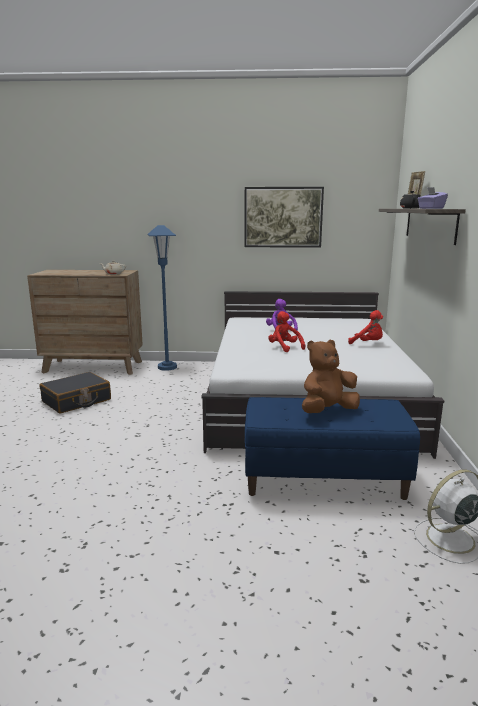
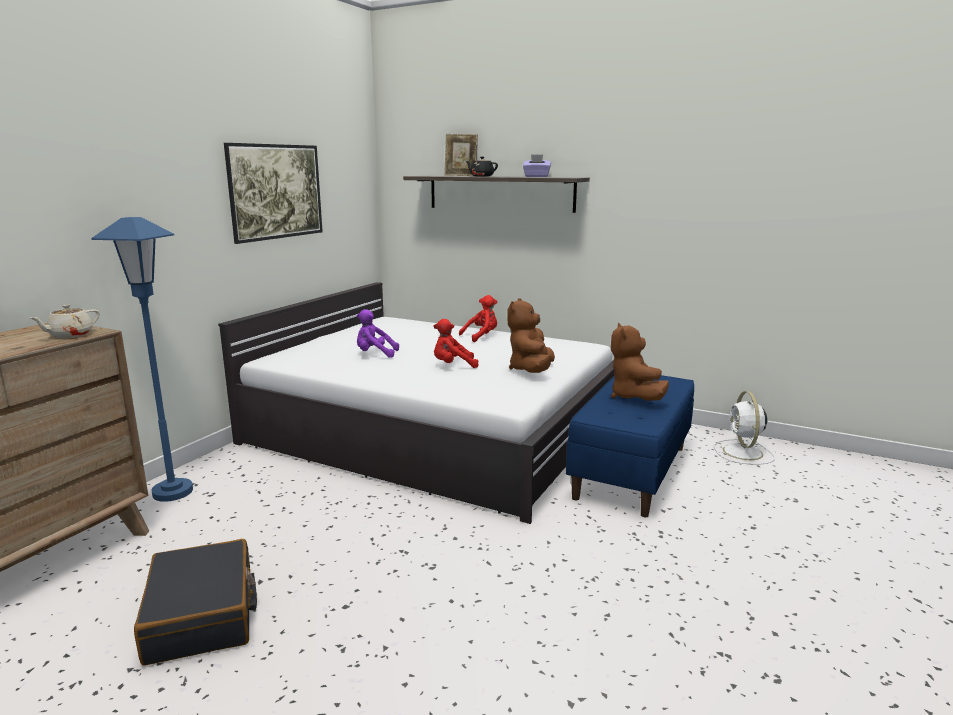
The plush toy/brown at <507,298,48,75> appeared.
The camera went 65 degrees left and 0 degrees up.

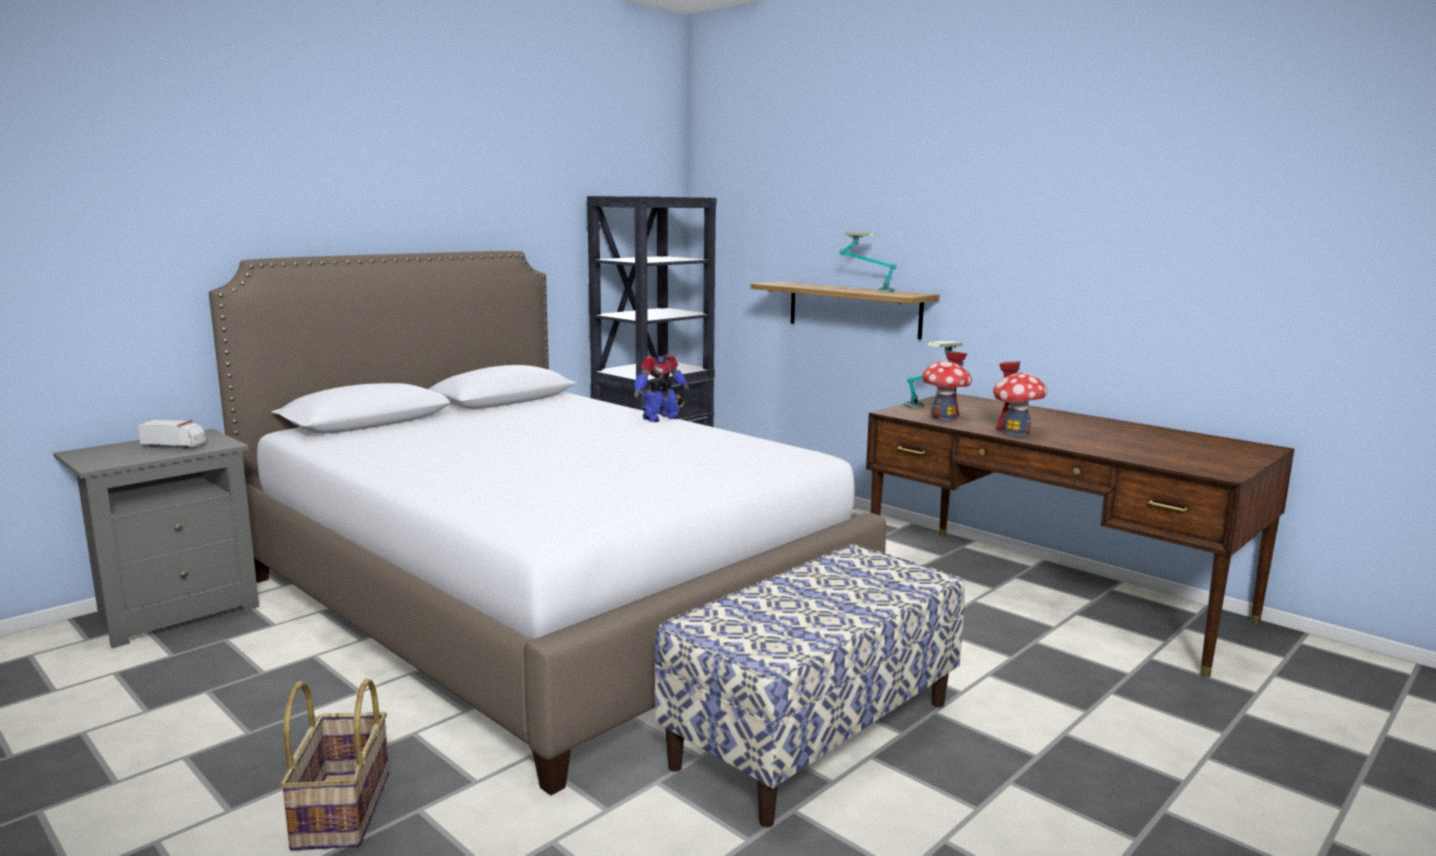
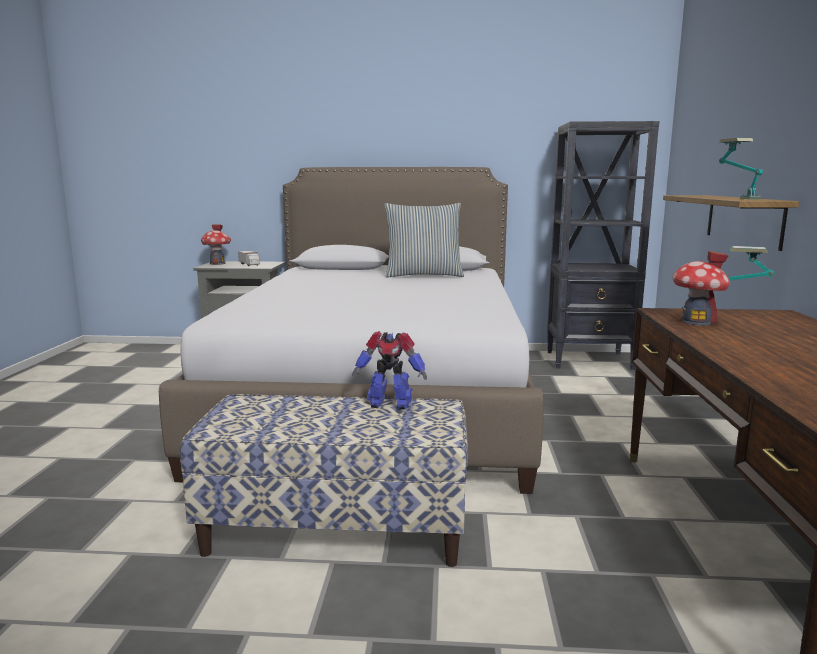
The basket at <280,678,109,173> disappeared.
The pillow at <385,203,79,74> appeared.
The toy robot moved from <634,355,55,67> to <352,331,75,79>.
The toy house moved from <993,361,55,75> to <201,225,30,40>.
The camera went 50 degrees right and 0 degrees up.

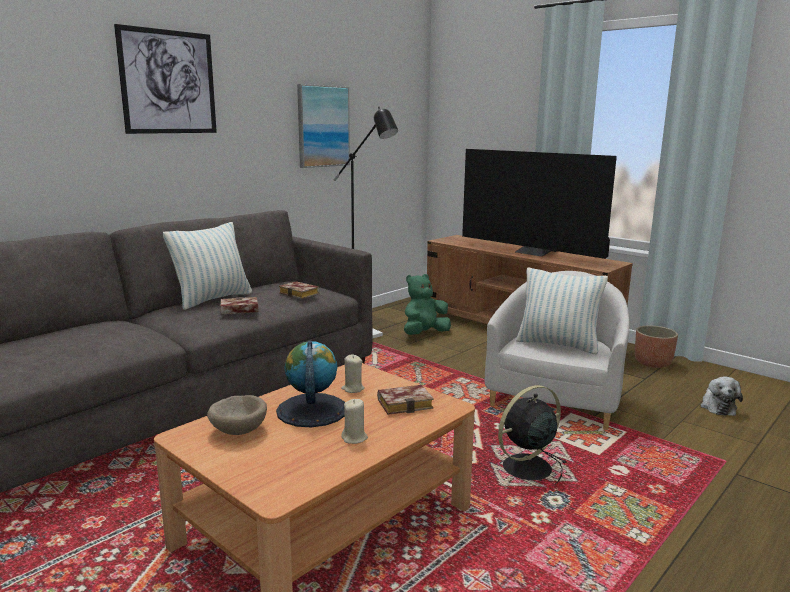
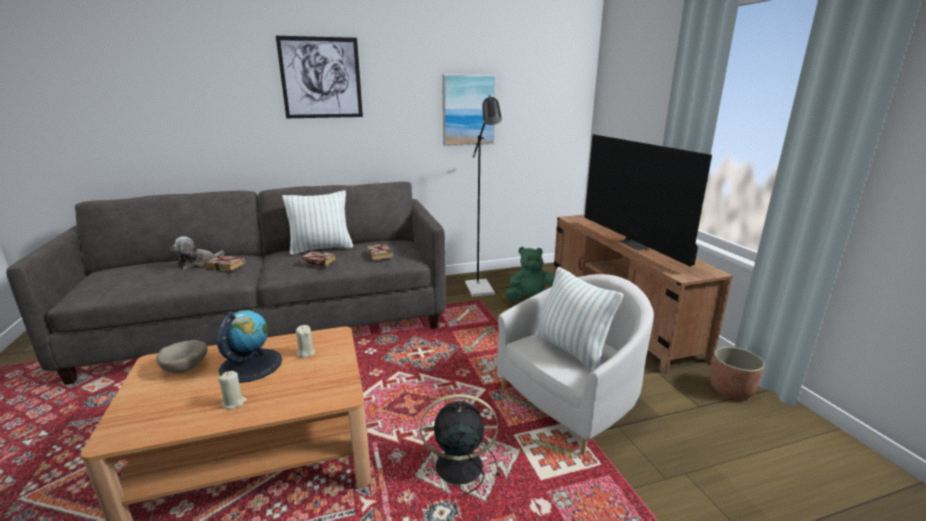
The book moved from <377,385,57,30> to <205,255,40,16>.
The plush toy moved from <700,376,43,40> to <172,236,52,34>.
The camera went 30 degrees right and 5 degrees up.

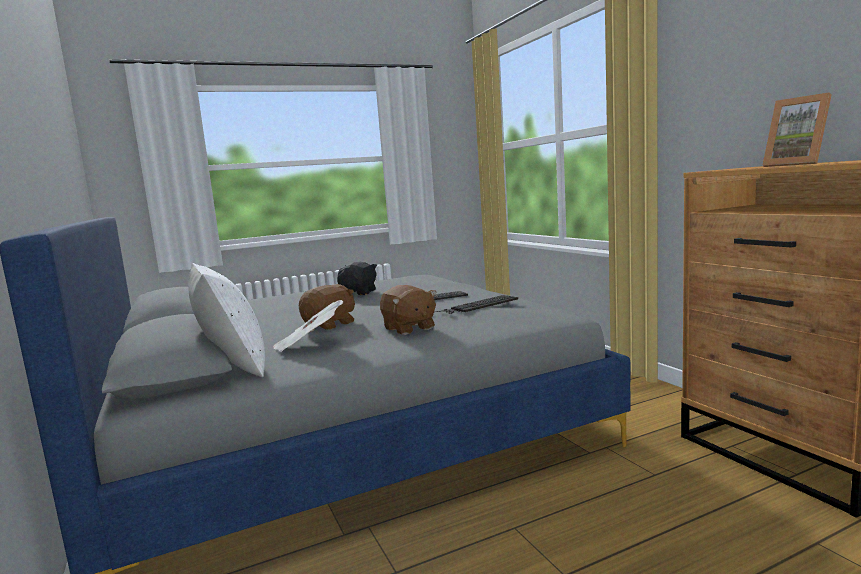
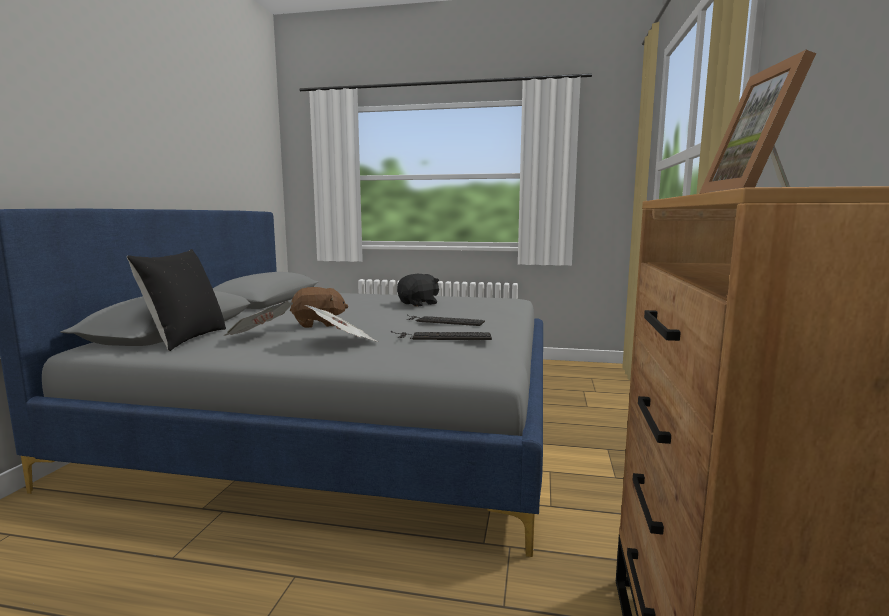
The plush toy/brown at <380,285,57,50> was replaced by the newspaper at <305,305,74,37>.
The pillow/white at <189,263,76,114> became the pillow/black at <127,249,99,102>.
The camera went 35 degrees right and 0 degrees up.

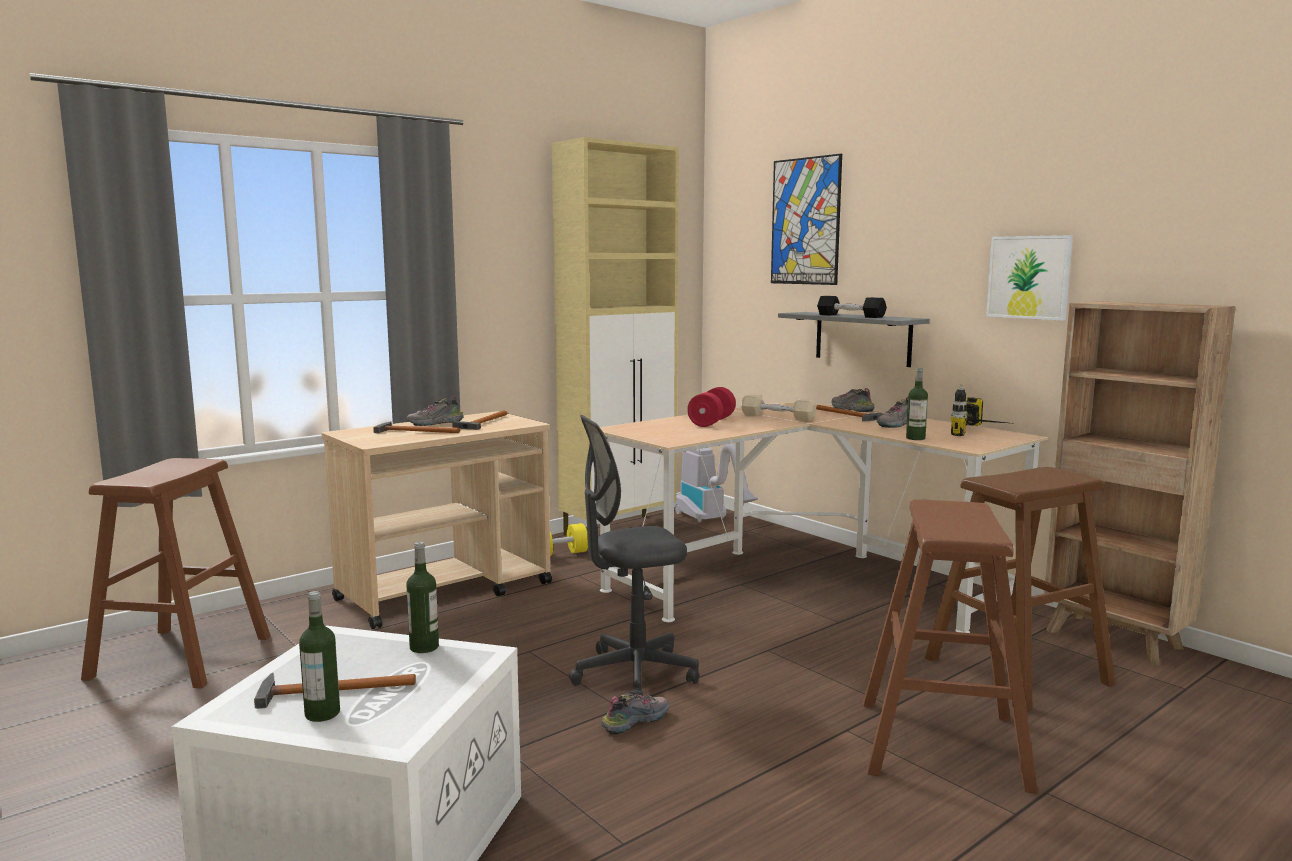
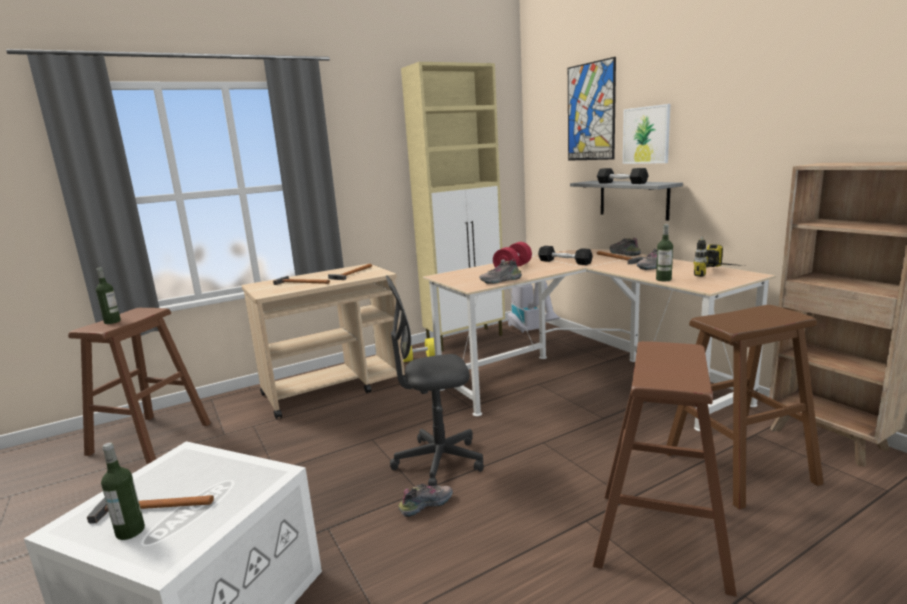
The bottle moved from <406,542,33,111> to <96,268,25,56>.
The shoe moved from <407,396,56,30> to <479,259,43,25>.
The picture moved from <986,235,87,86> to <623,104,47,60>.
The dumbbell/beige at <741,394,75,27> became the dumbbell/black at <538,246,55,19>.
The camera went 10 degrees right and 5 degrees up.

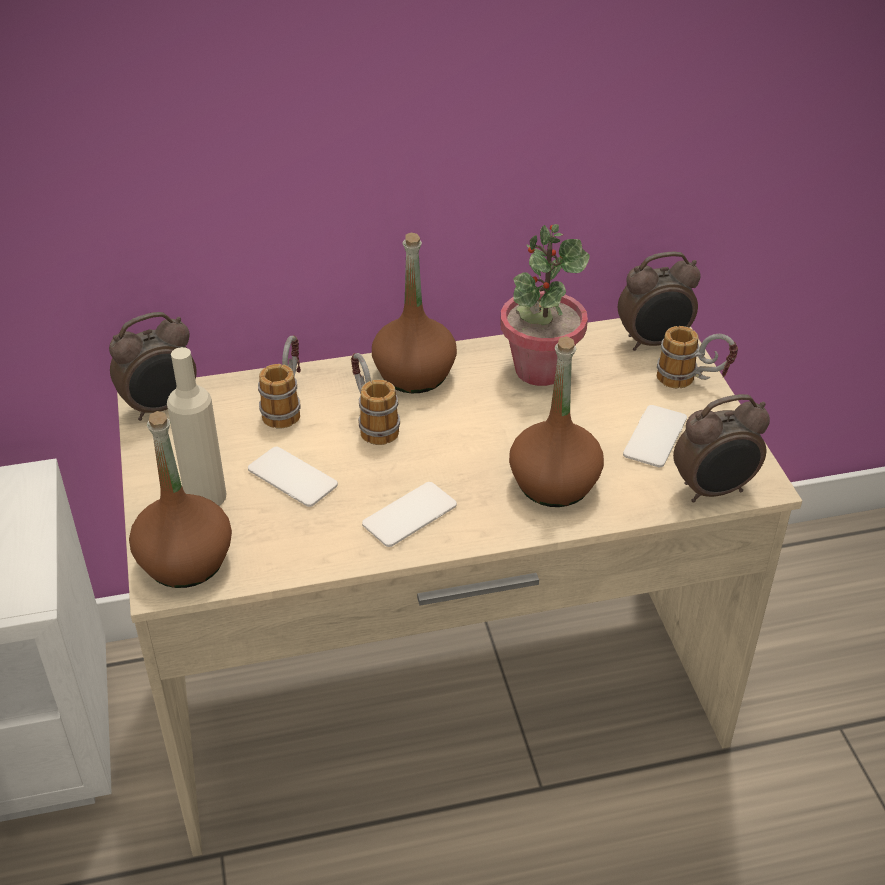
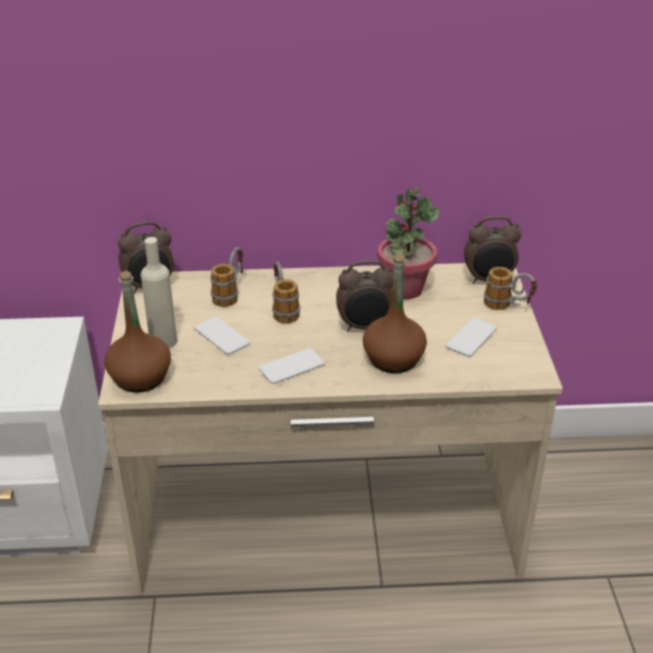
The bottle/brown at <372,232,85,161> disappeared.
The alarm clock moved from <673,394,97,109> to <336,260,57,72>.
The camera went 10 degrees right and 5 degrees down.

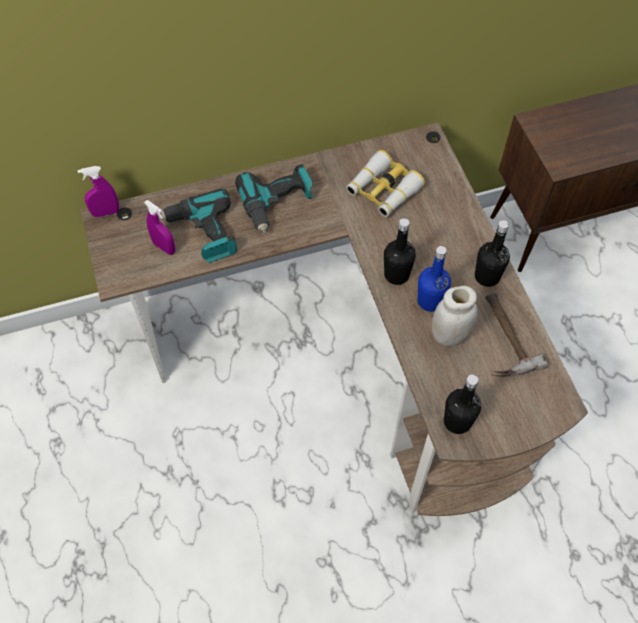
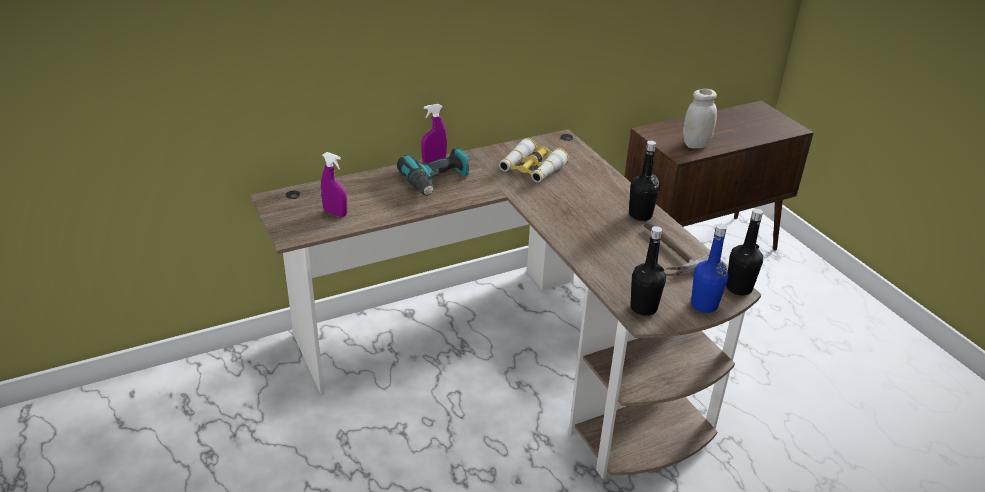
The power drill at <159,189,78,74> disappeared.
The spray bottle/purple moved from <77,166,42,51> to <421,104,26,59>.
The bottle/black moved from <384,218,32,67> to <726,208,37,88>.
The bottle/blue moved from <418,246,33,66> to <691,224,37,89>.
The jar/white moved from <432,286,45,60> to <683,89,34,59>.
The camera went 10 degrees left and 25 degrees down.

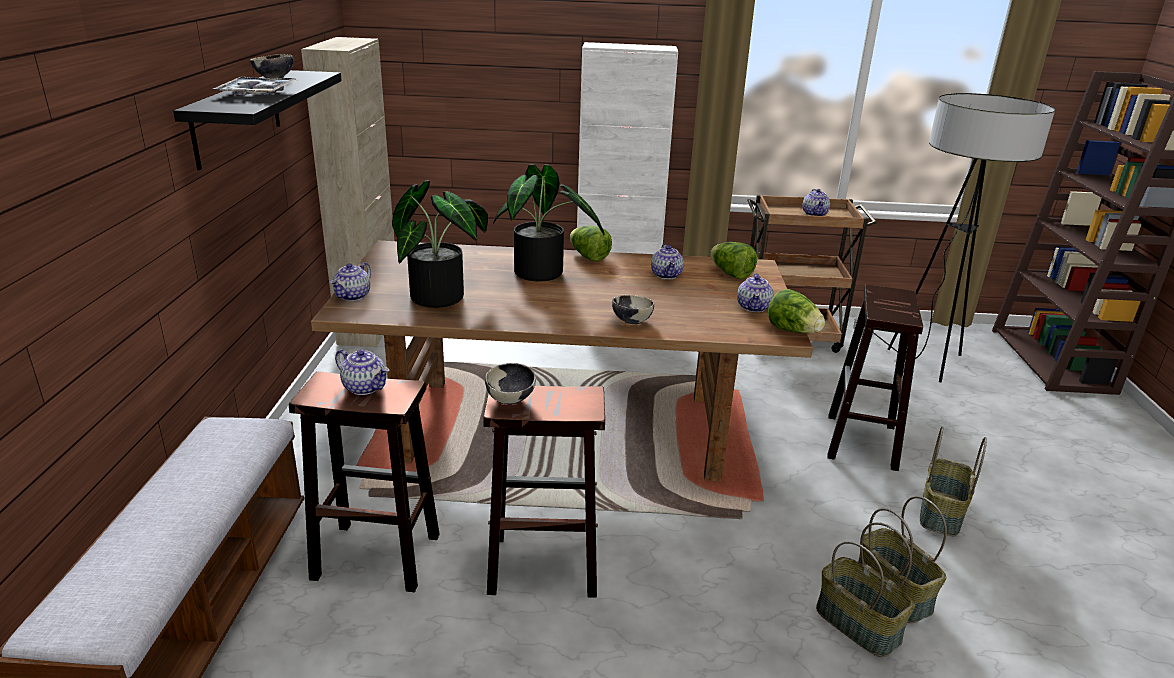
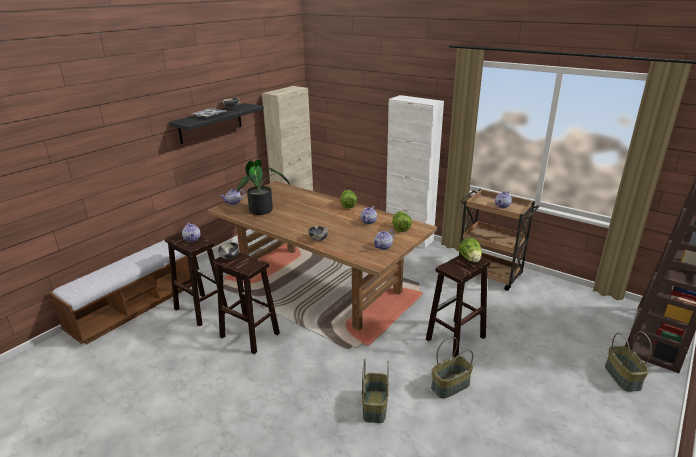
The potted plant at <493,164,111,117> disappeared.
The floor lamp at <853,93,202,289> disappeared.
The lettuce moved from <768,289,57,44> to <459,238,23,24>.
The basket moved from <816,522,99,135> to <605,331,47,61>.
The camera went 35 degrees right and 0 degrees up.

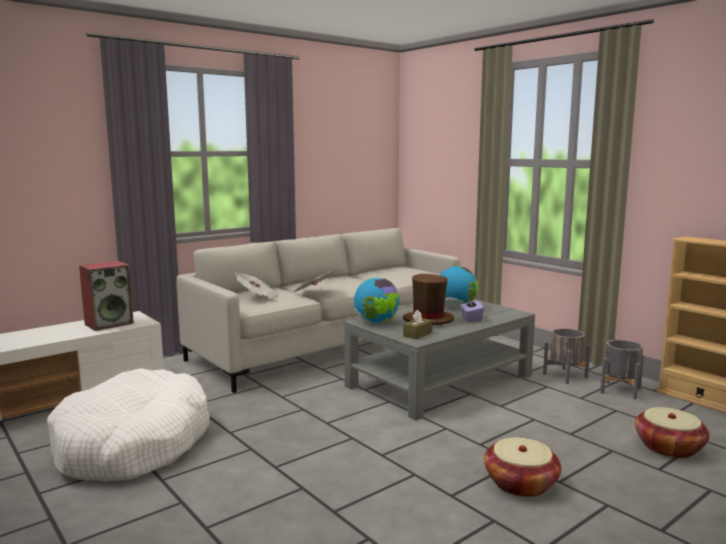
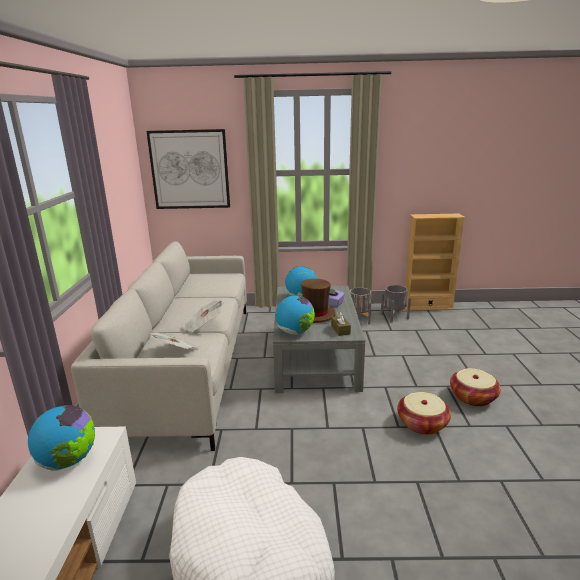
The picture at <147,129,83,80> appeared.
The basket moved from <635,407,74,51> to <397,392,54,43>.
The speaker at <79,261,55,70> was replaced by the globe at <28,405,67,66>.
The camera went 50 degrees left and 10 degrees up.

